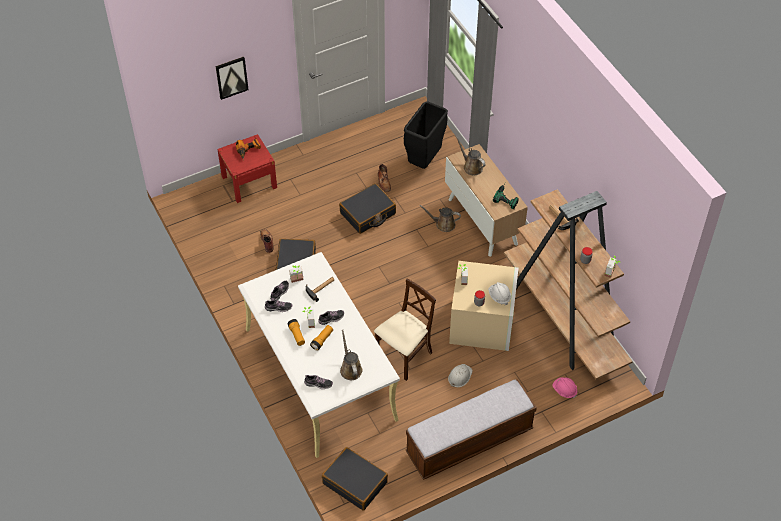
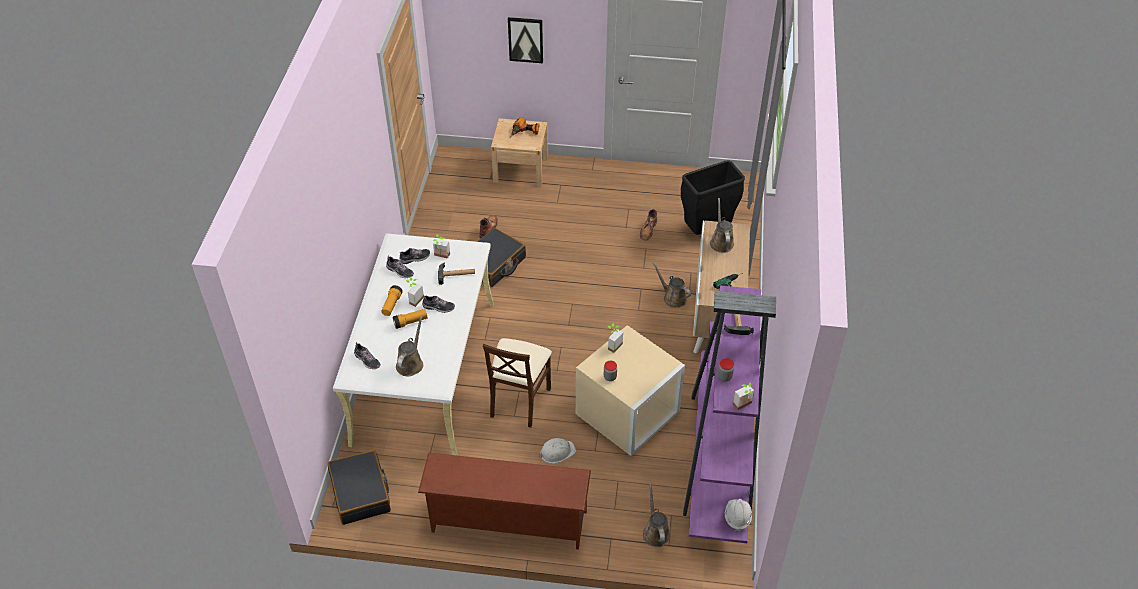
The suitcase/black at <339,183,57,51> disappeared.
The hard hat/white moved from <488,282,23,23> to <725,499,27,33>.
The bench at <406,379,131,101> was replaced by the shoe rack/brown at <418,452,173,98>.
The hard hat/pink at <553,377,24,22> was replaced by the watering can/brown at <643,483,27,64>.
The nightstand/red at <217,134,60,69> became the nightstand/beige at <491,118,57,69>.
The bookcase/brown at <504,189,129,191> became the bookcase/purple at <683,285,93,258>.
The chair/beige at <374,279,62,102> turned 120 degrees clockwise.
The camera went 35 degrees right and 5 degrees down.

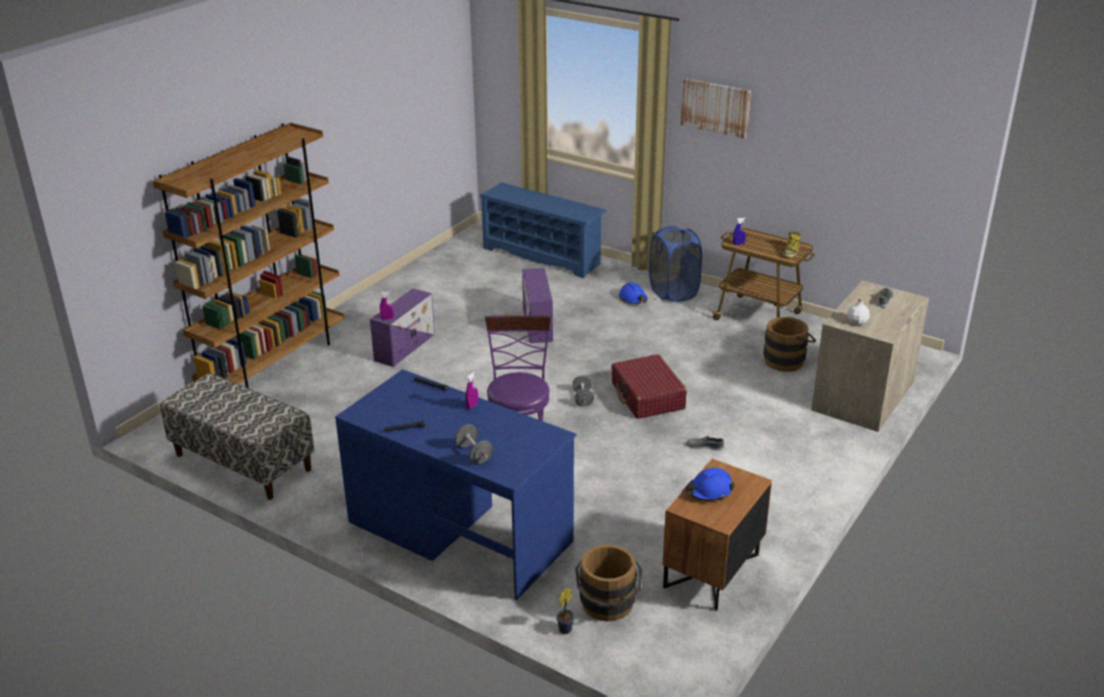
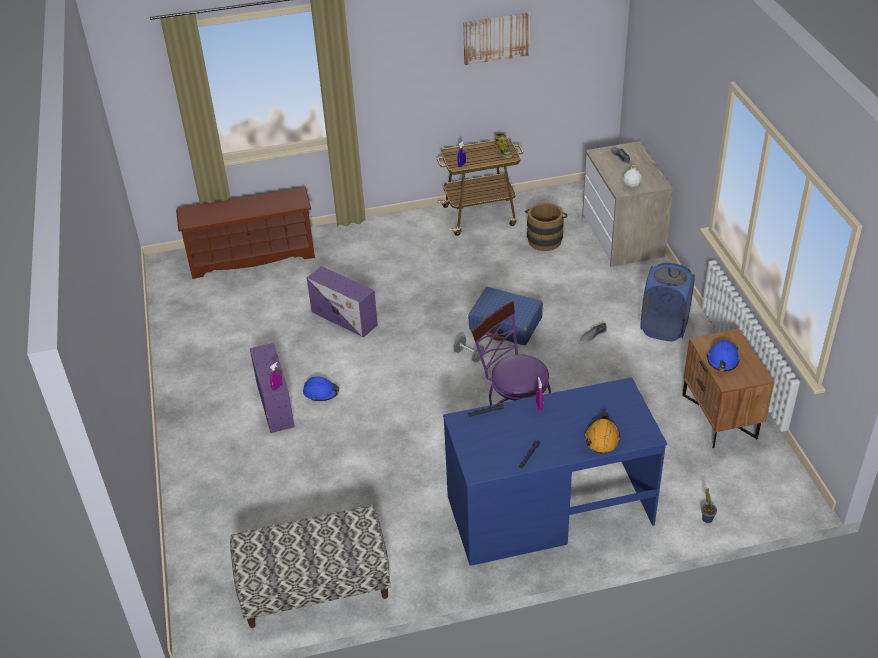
The bookcase/brown at <153,123,191,265> disappeared.
The bucket/brown at <575,544,67,77> disappeared.
The hard hat/blue moved from <619,283,28,21> to <303,377,36,25>.
The laundry basket/blue moved from <649,226,53,76> to <641,262,54,79>.
The picture moved from <680,78,71,61> to <463,13,68,52>.
The dumbbell/grey at <455,424,38,40> was replaced by the hard hat/orange at <584,412,36,42>.
The shoe rack/blue at <479,182,128,96> became the shoe rack/brown at <176,188,139,91>.
The suitcase/red at <611,354,76,65> became the suitcase/blue at <468,287,75,58>.
The camera went 45 degrees left and 10 degrees up.

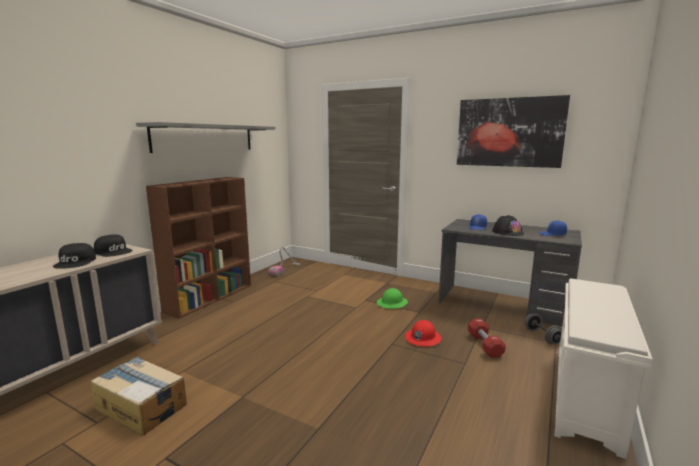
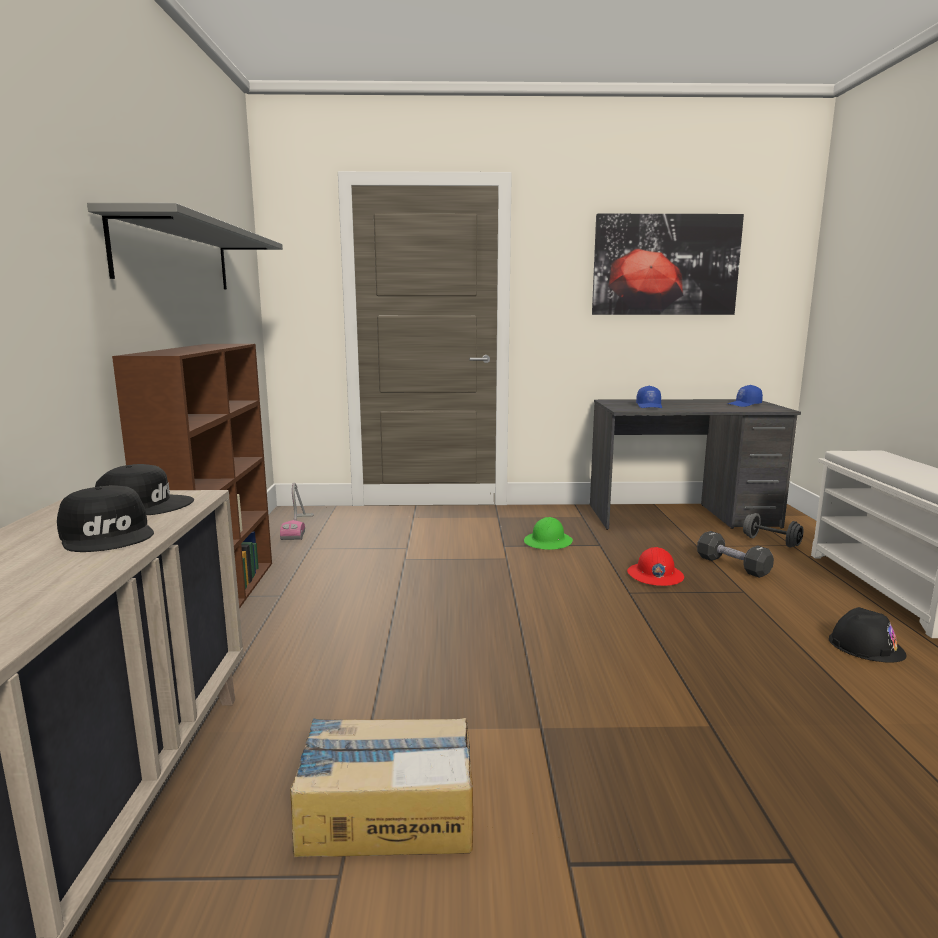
The hard hat/black moved from <492,215,32,21> to <829,607,77,56>.
The dumbbell/red at <468,318,38,40> became the dumbbell/black at <697,531,77,47>.
The camera went 30 degrees left and 0 degrees up.

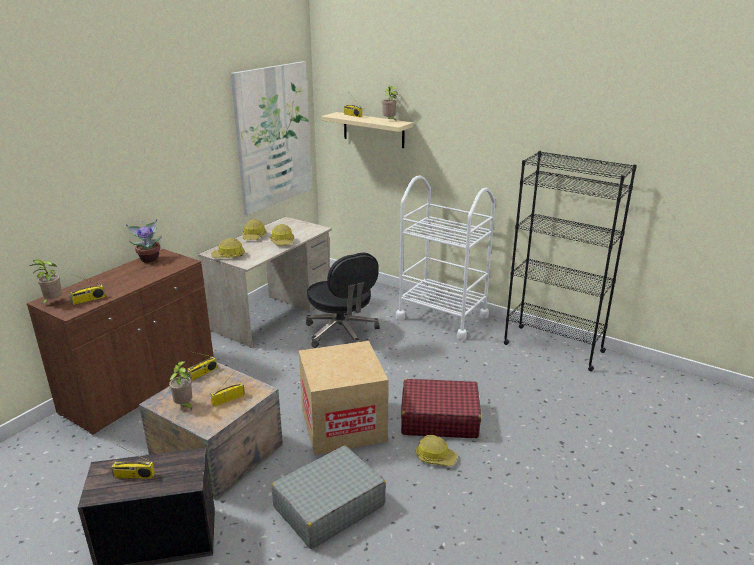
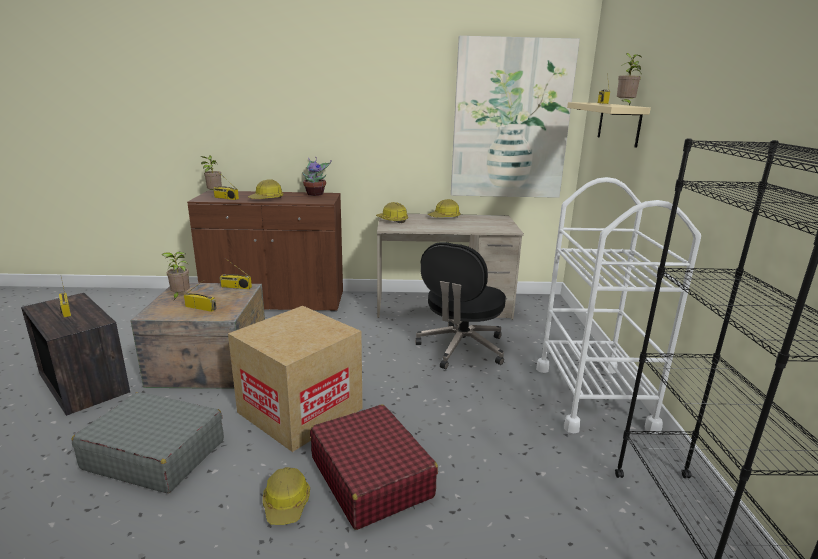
The hard hat moved from <270,224,24,21> to <248,179,36,20>.
The camera went 55 degrees right and 5 degrees down.

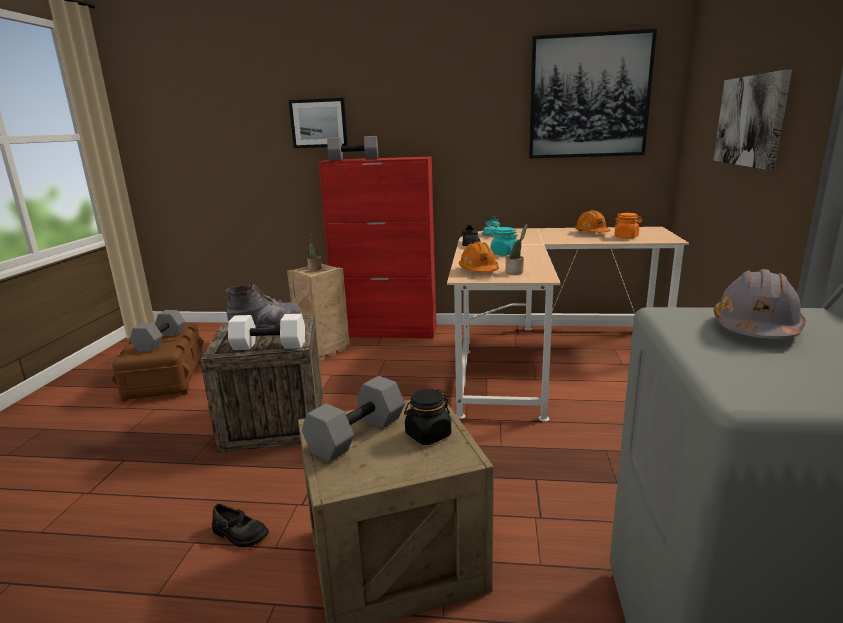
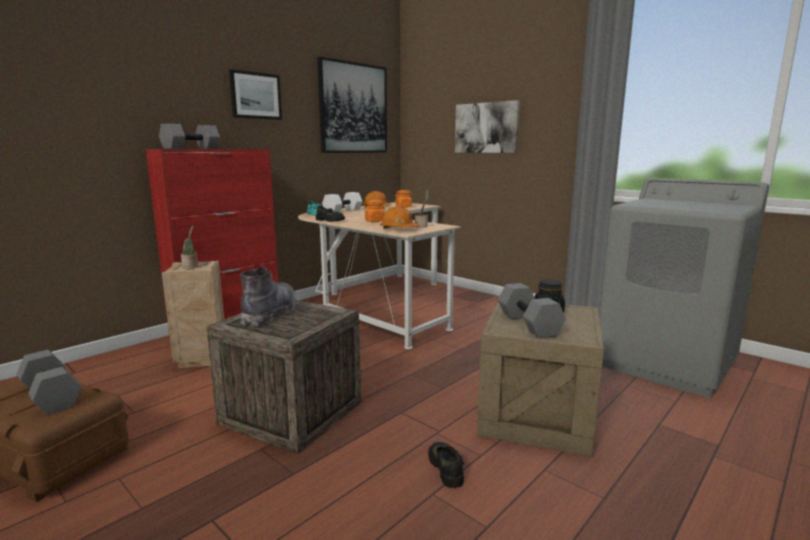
The hard hat/grey at <714,269,92,70> disappeared.
The dumbbell/white moved from <228,314,77,36> to <322,192,41,20>.
The picture moved from <289,98,59,50> to <229,69,53,51>.
The jar/turquoise at <490,227,27,29> became the jar/orange at <363,200,23,22>.
The shoe/black at <212,504,57,43> turned 75 degrees counterclockwise.
The camera went 55 degrees left and 5 degrees down.

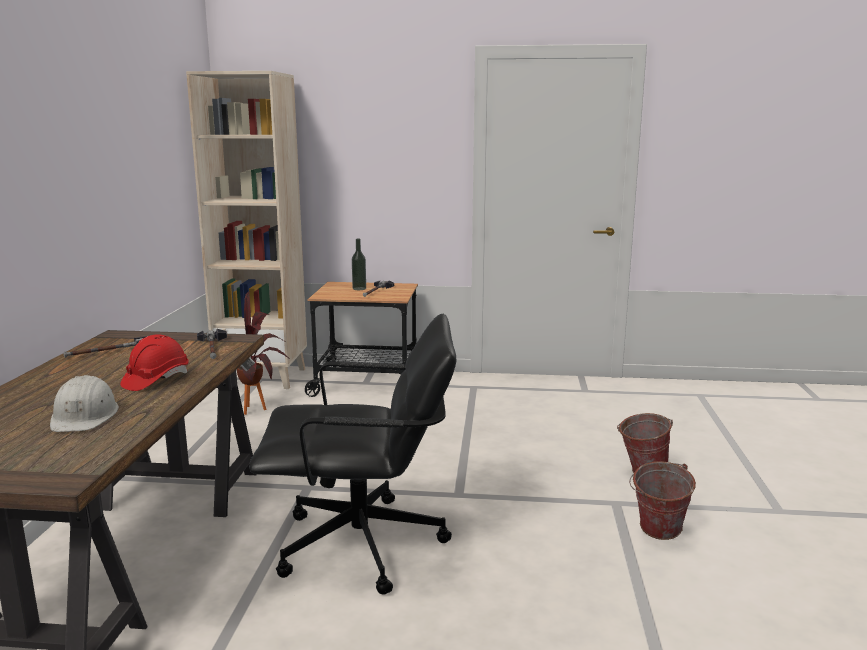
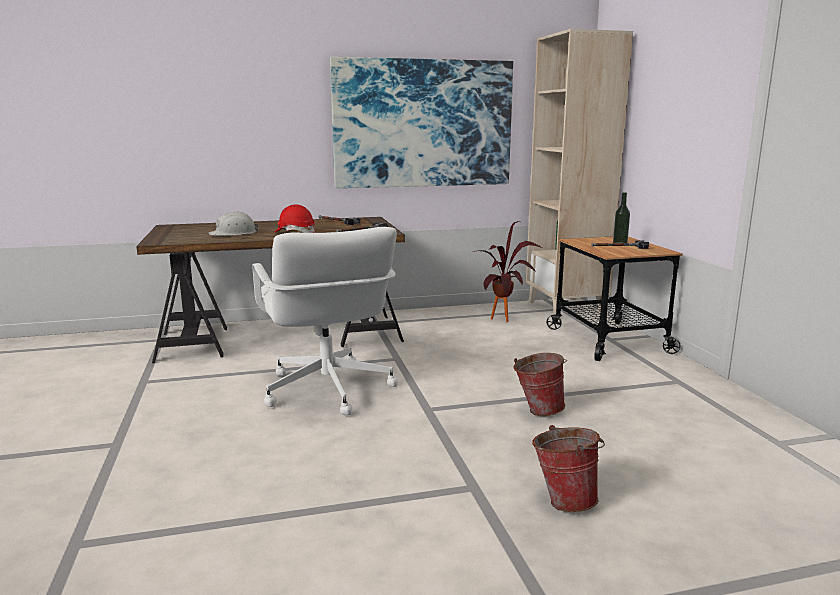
The picture at <330,57,183,131> appeared.
The bucket moved from <629,461,67,79> to <513,353,54,63>.
The office chair/black at <249,314,207,281> became the office chair/white at <253,227,145,188>.
The camera went 70 degrees right and 0 degrees up.

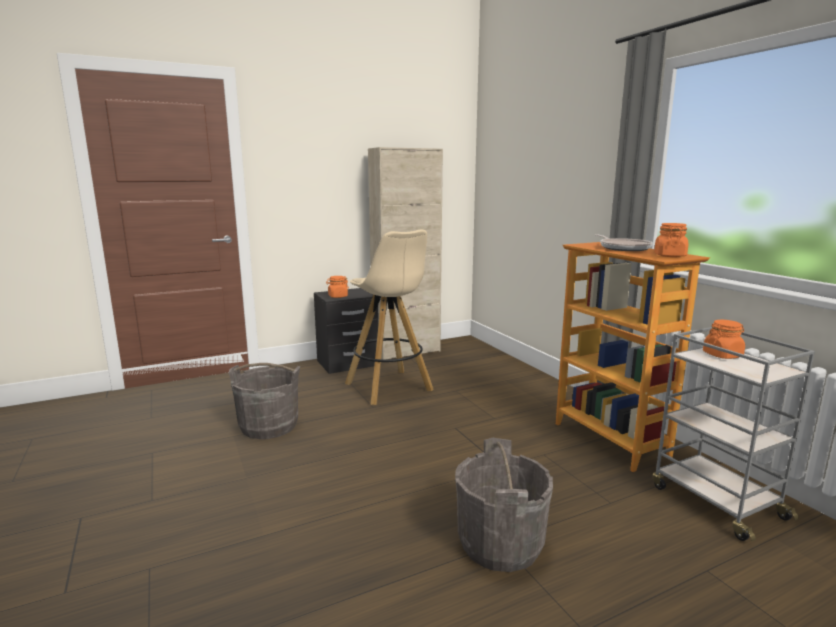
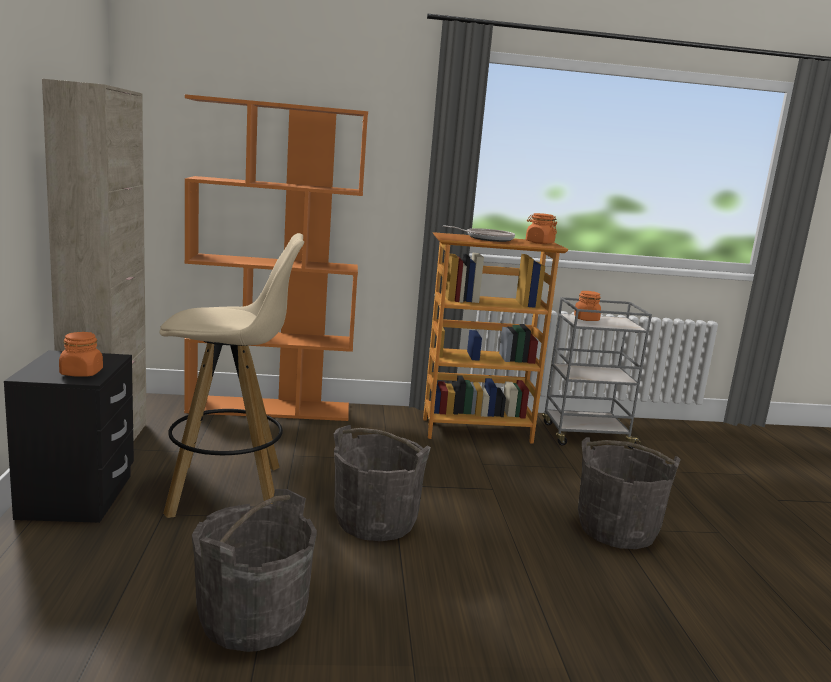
The bookcase/orange at <184,94,184,327> appeared.
The bucket/grey at <334,425,97,116> appeared.
The camera went 70 degrees left and 0 degrees up.

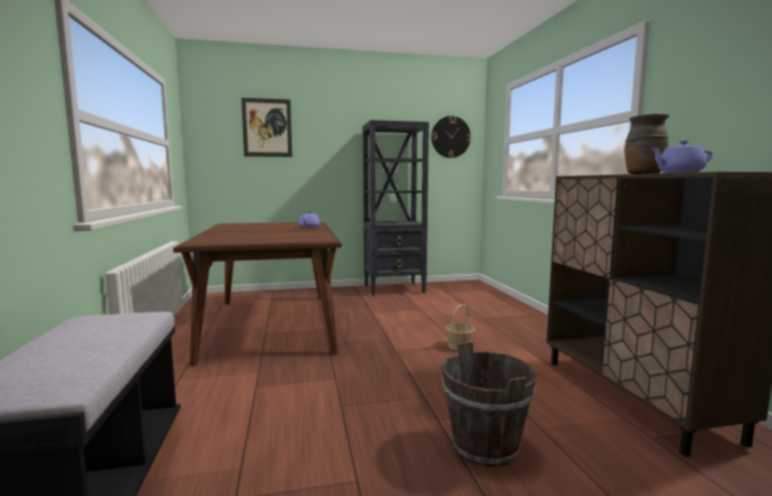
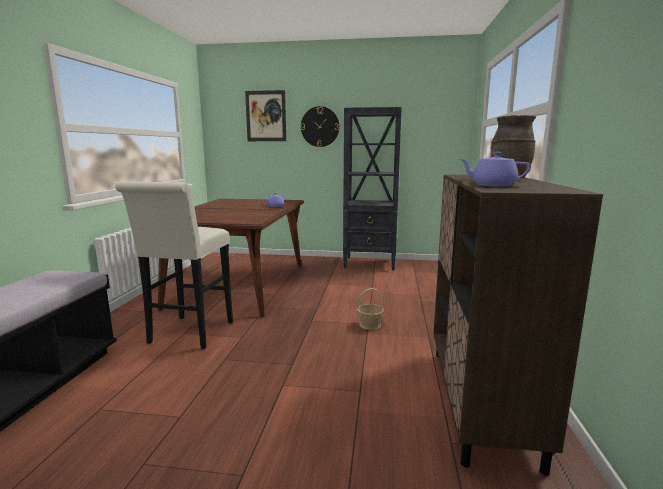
The bucket/brown at <441,342,96,125> disappeared.
The stool/white at <115,181,118,168> appeared.
The wall clock moved from <431,116,40,42> to <301,106,38,41>.
The camera went 20 degrees right and 5 degrees up.

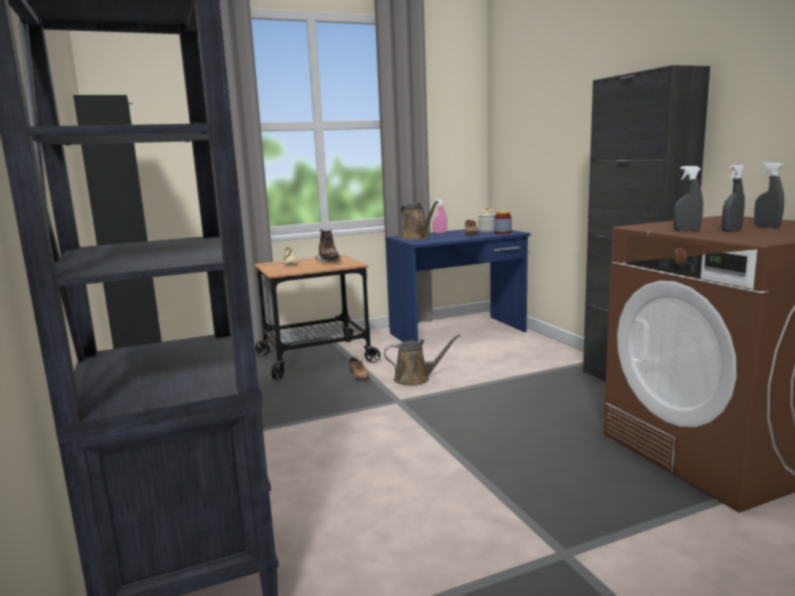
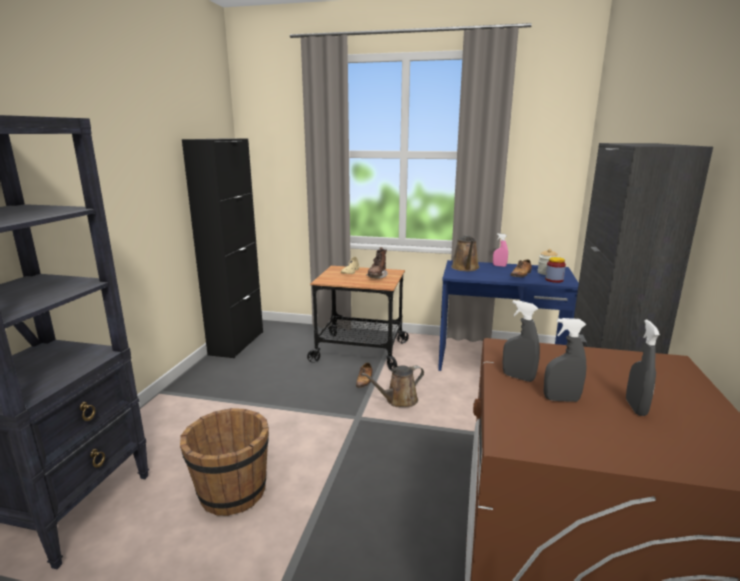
The bucket/brown at <180,408,89,108> appeared.
The watering can/brown at <384,334,77,52> turned 120 degrees clockwise.
The camera went 35 degrees right and 5 degrees up.

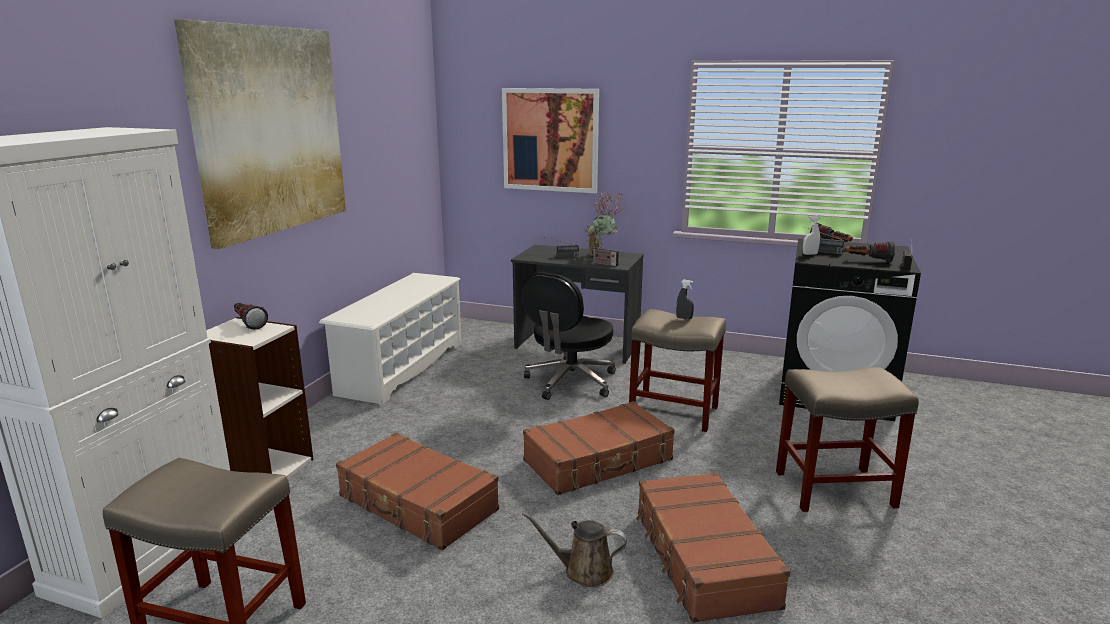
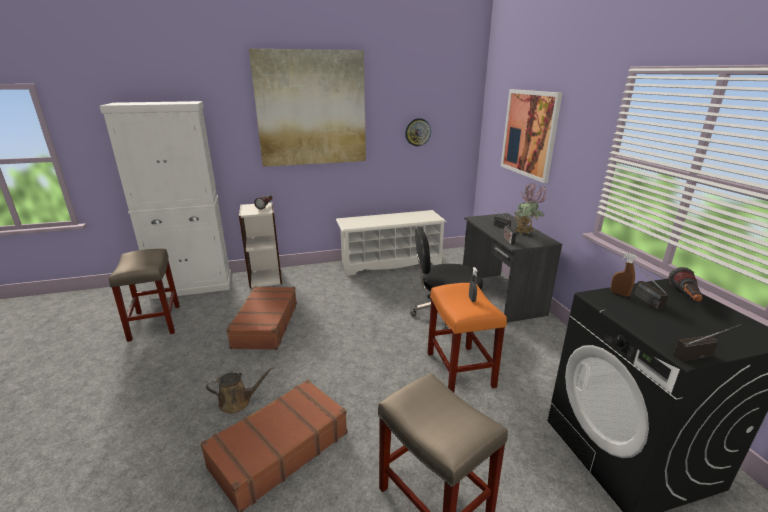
The suitcase/brown at <523,401,152,94> disappeared.
The flashlight at <845,241,50,21> disappeared.
The wall clock at <405,118,26,28> appeared.
The stool/beige at <629,309,97,123> became the stool/orange at <427,283,80,110>.
The spray bottle/white at <803,216,17,39> became the spray bottle/brown at <611,252,26,45>.
The watering can/brown at <522,512,105,75> turned 105 degrees clockwise.
The camera went 55 degrees right and 5 degrees up.

